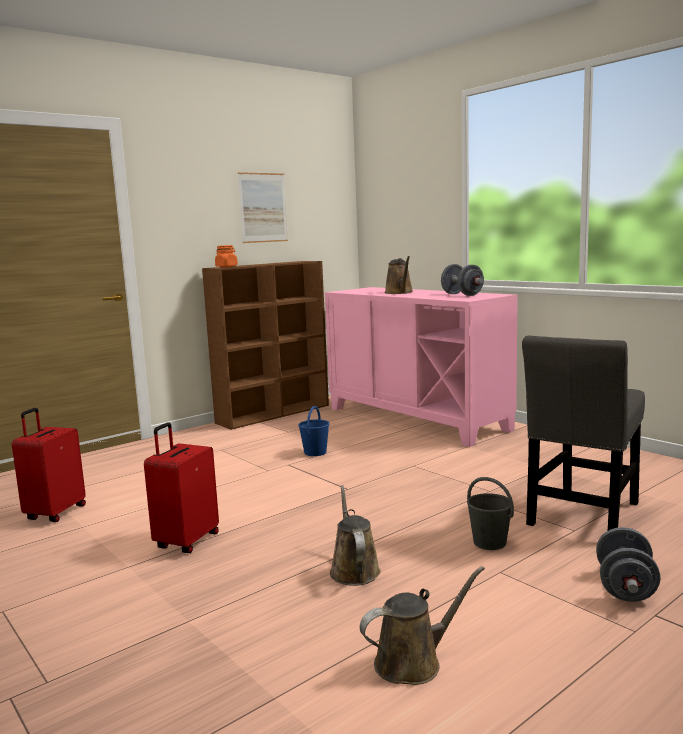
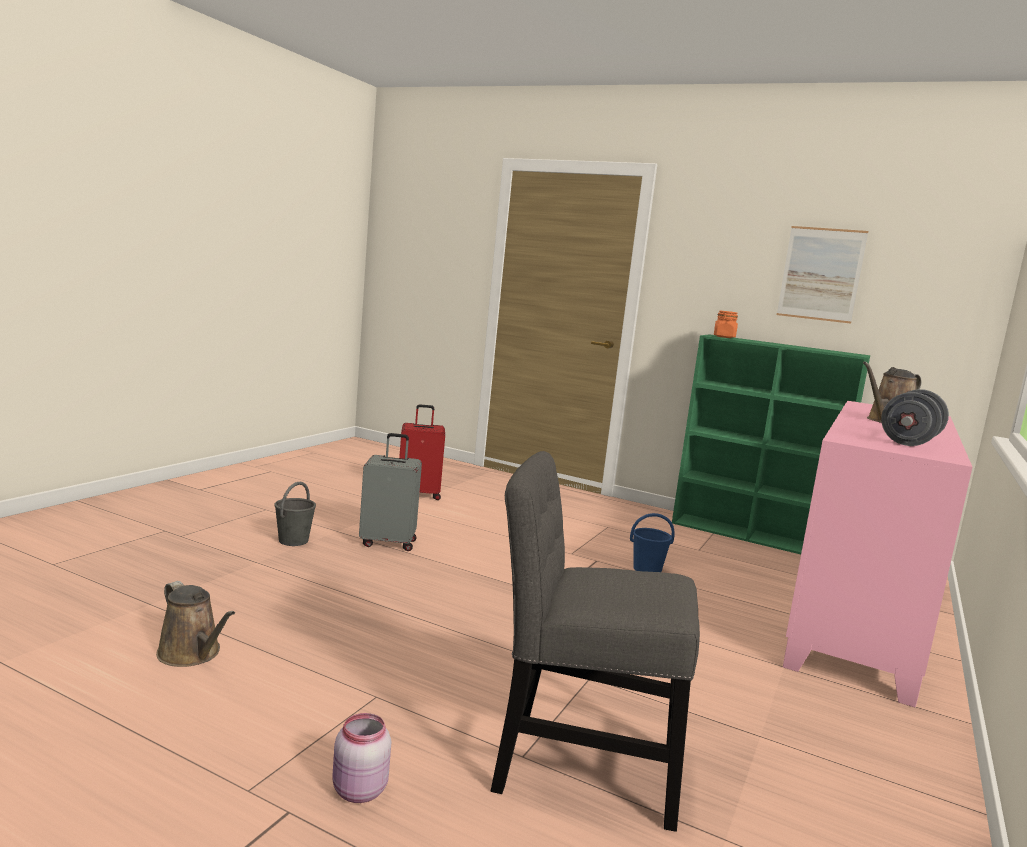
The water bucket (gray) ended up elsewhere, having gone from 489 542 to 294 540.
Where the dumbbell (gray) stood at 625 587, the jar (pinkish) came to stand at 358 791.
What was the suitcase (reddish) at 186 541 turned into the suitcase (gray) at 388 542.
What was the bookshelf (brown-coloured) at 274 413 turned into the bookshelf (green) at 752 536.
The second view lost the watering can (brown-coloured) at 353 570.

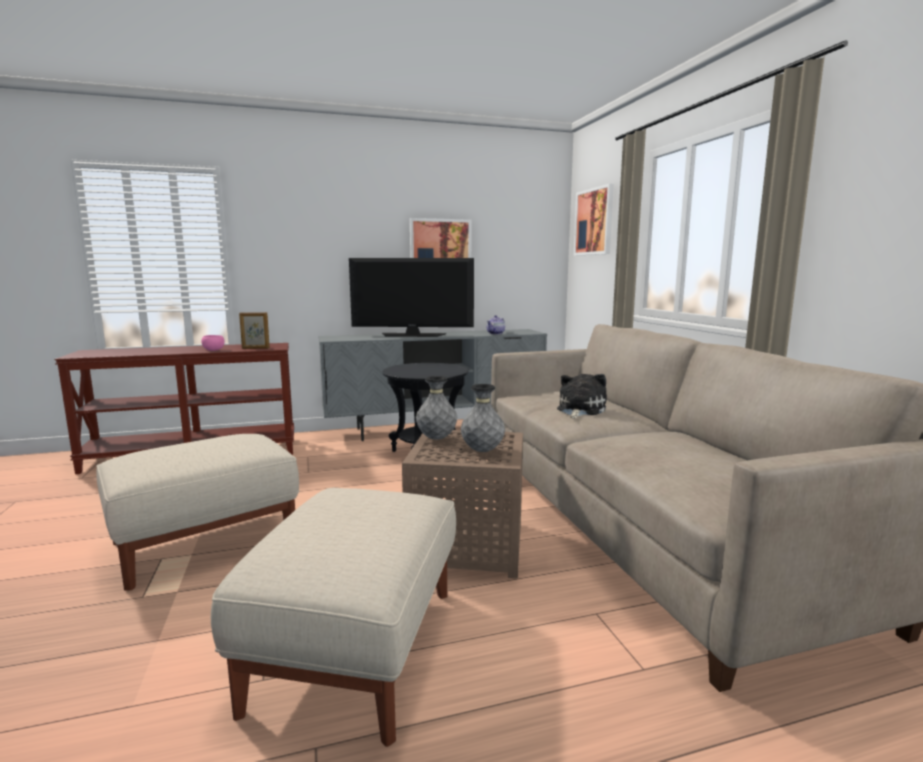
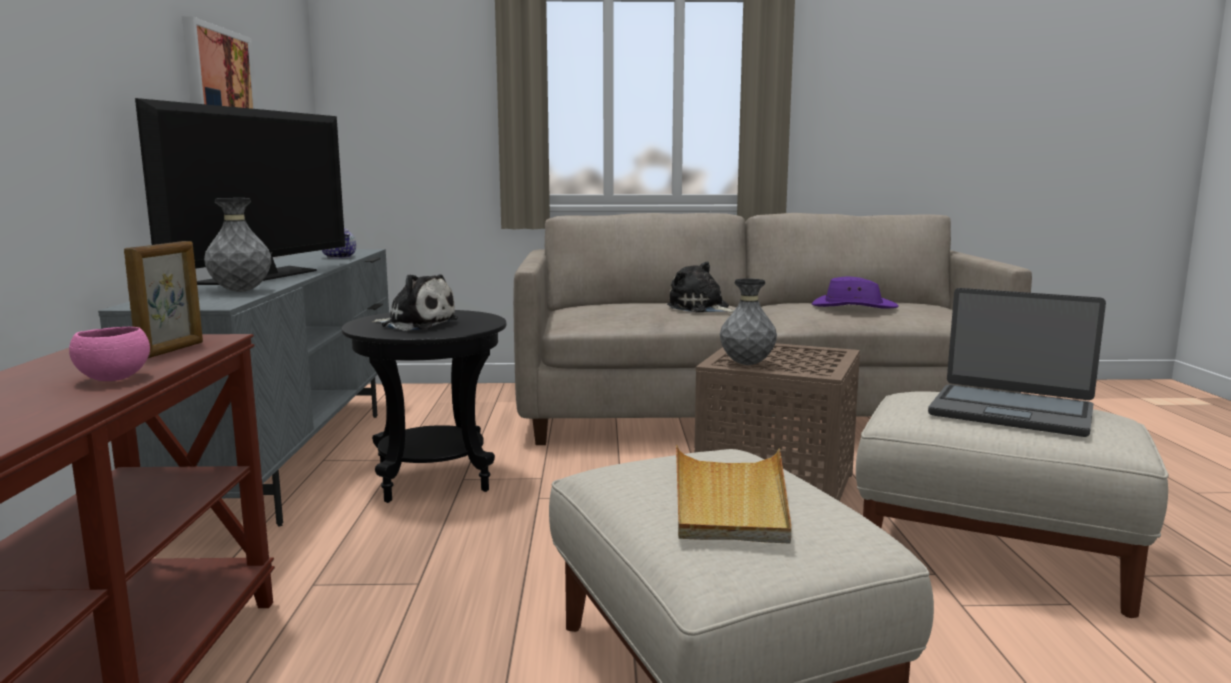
The flower vase (gray) ended up elsewhere, having gone from 482 451 to 241 291.
The second view gained the cuddly toy at 416 324.
The second view gained the carrying tray (sand-coloured) at 730 499.
The second view gained the clothing hat (purplish) at 853 307.
The second view gained the notebook computer at 1011 412.
The second view lost the wall art at 594 222.

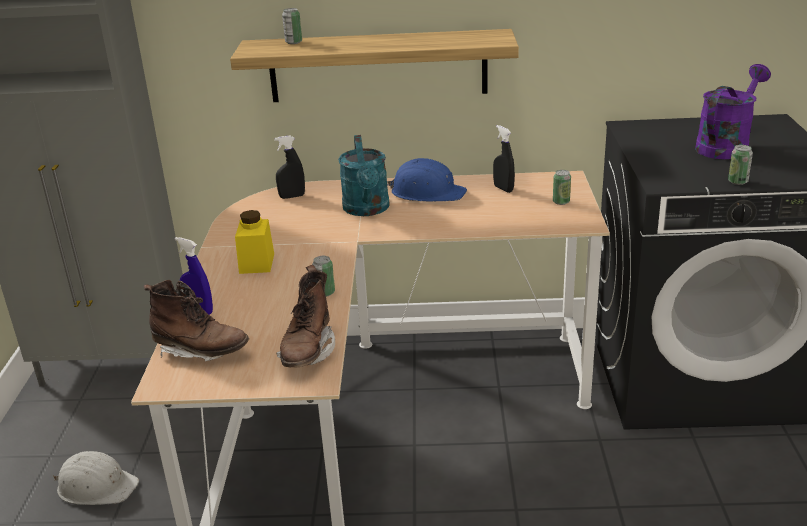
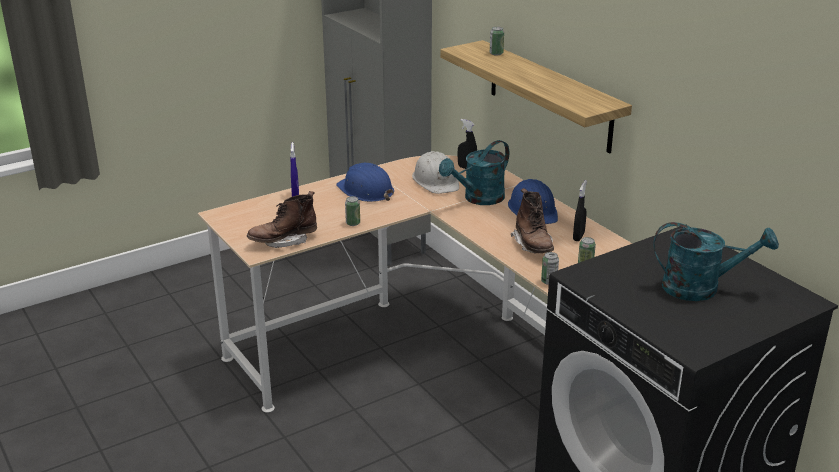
Where the jar (yellowish) stood at 257 263, the hard hat (blue-coloured) came to stand at 366 190.
The hard hat (white) ended up elsewhere, having gone from 96 486 to 436 181.
The tall boot (brown-coloured) ended up elsewhere, having gone from 201 351 to 533 246.
The metal can ended up elsewhere, having gone from 737 182 to 549 281.
What was the watering can (purplish) at 726 145 turned into the watering can (turquoise-coloured) at 701 288.

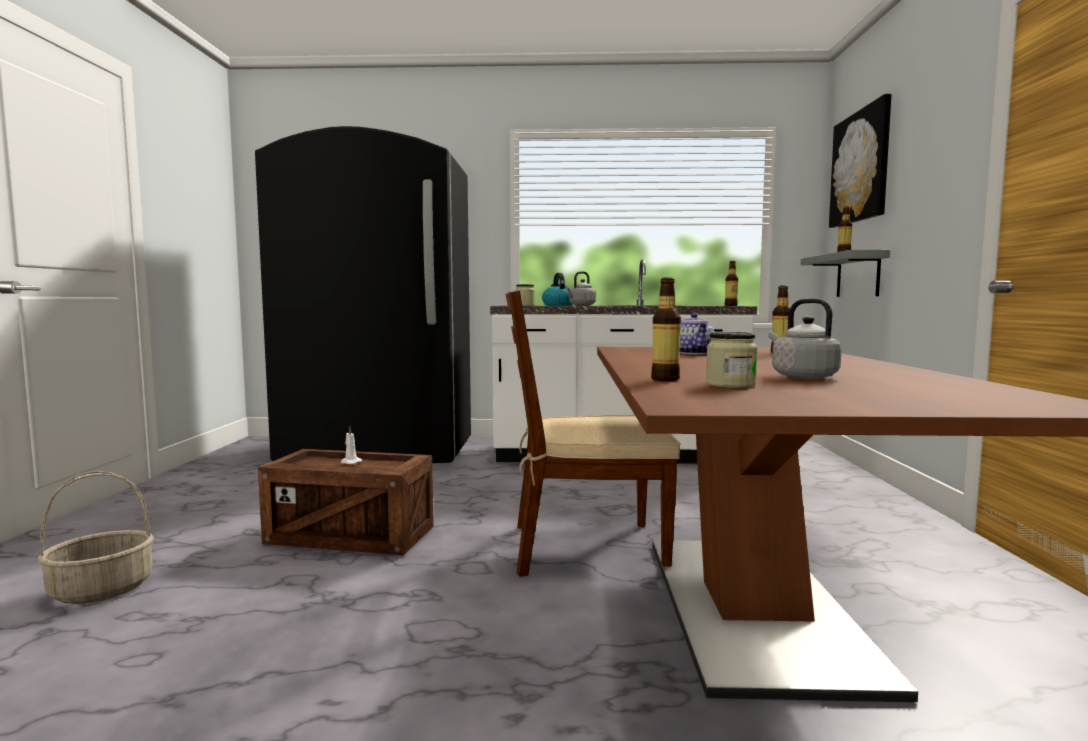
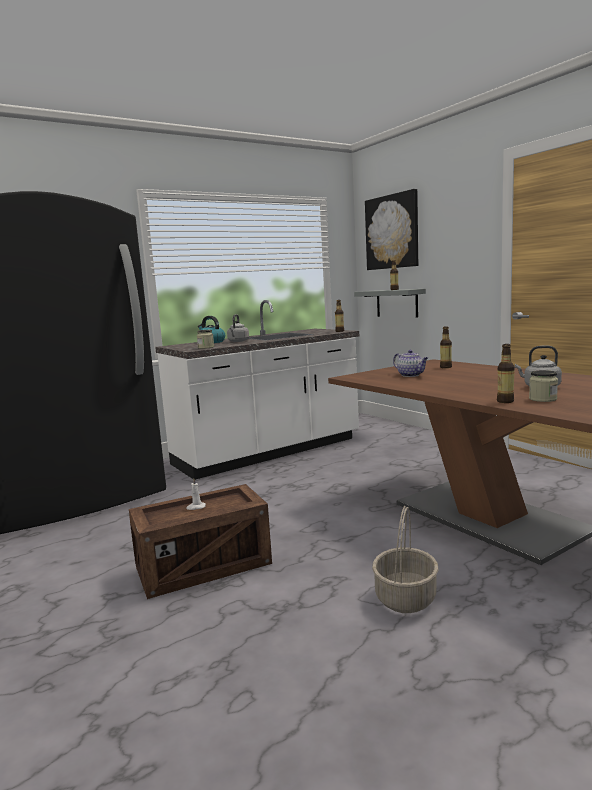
The basket ended up elsewhere, having gone from 102 589 to 405 597.
The second view lost the plain chair (brown-coloured) at 585 547.

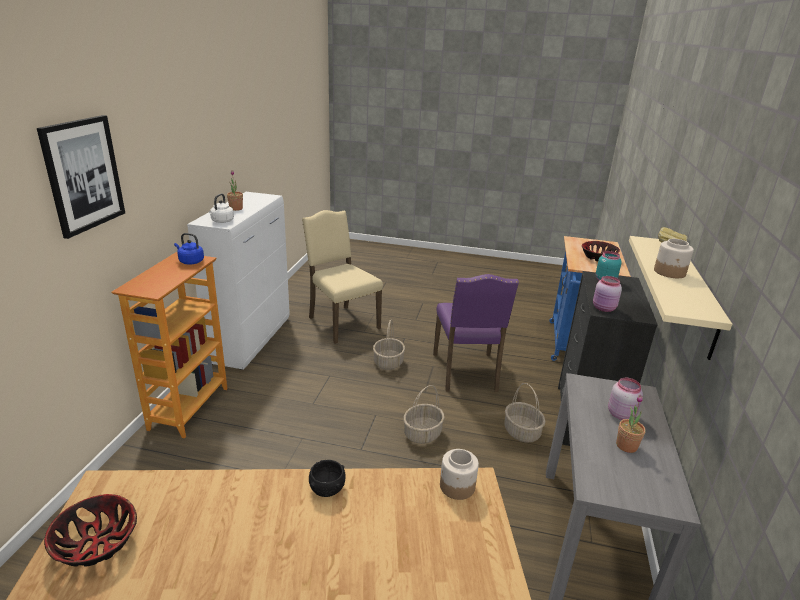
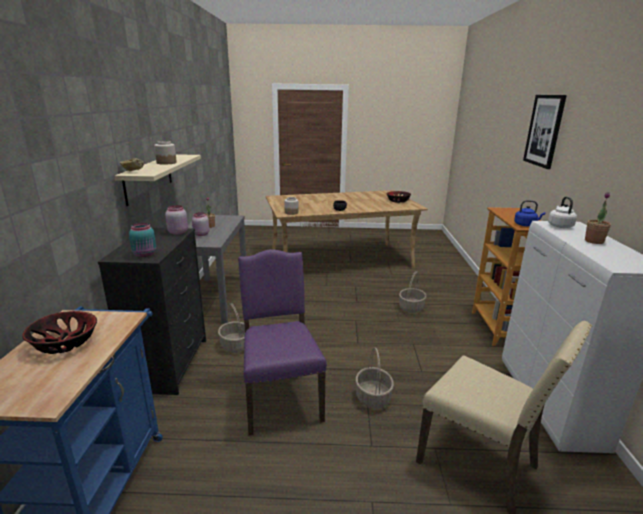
The basket ended up elsewhere, having gone from 422 434 to 411 307.

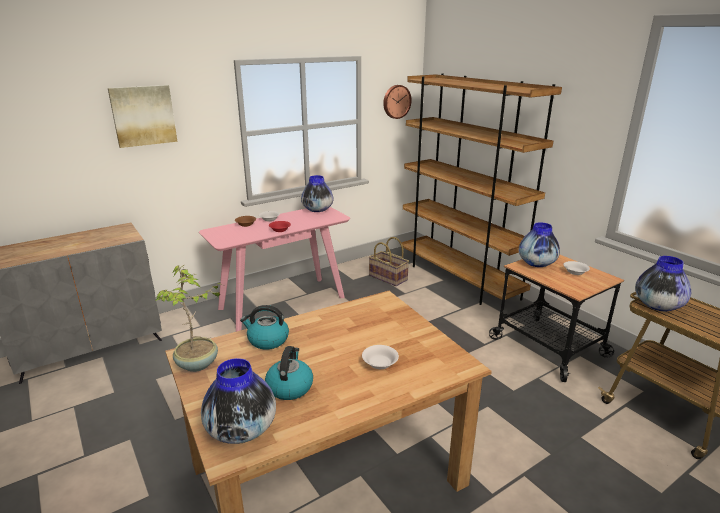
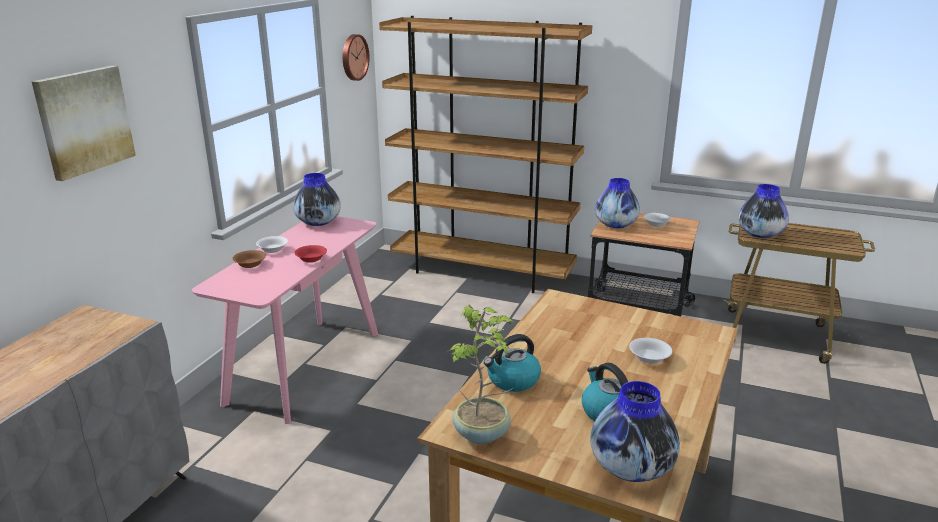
The second view lost the basket at 388 277.

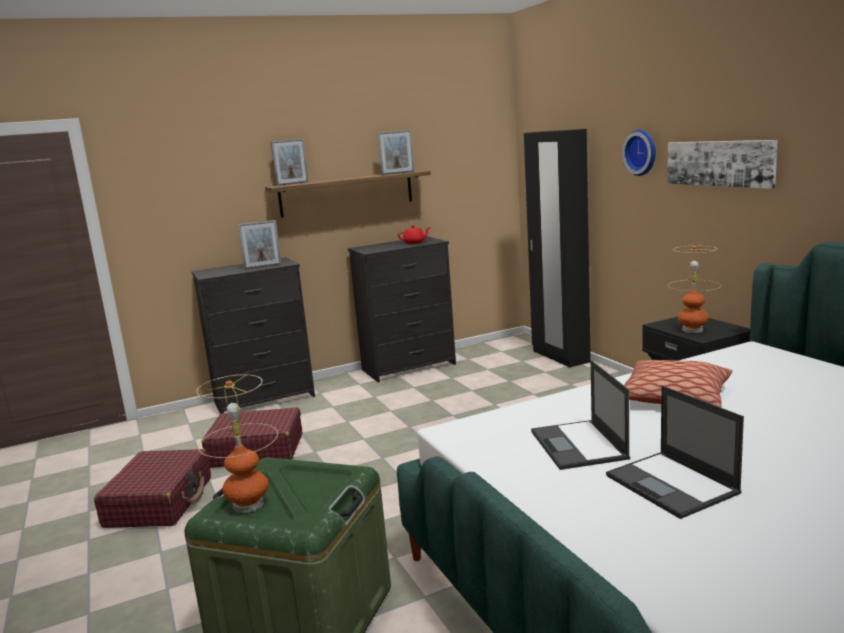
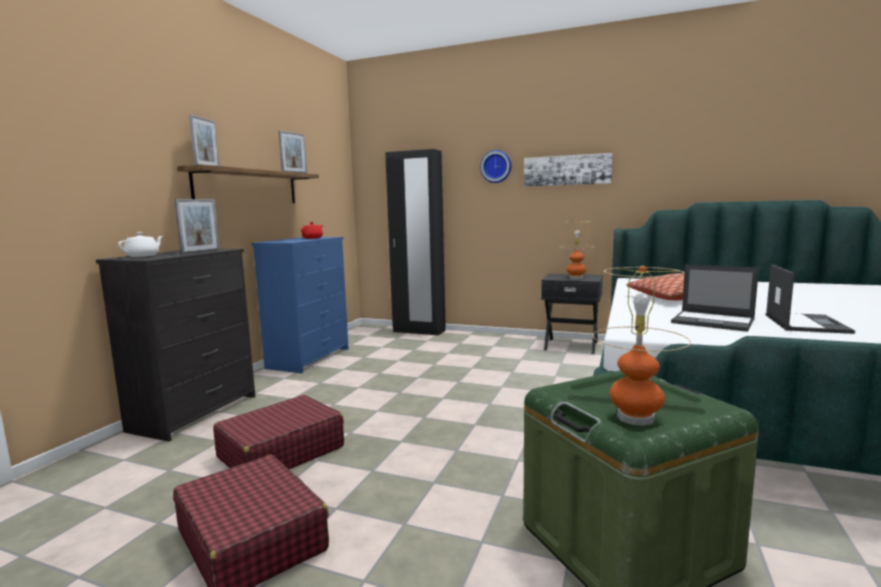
The second view gained the pot for tea (white) at 143 256.
What was the chest of drawers (black) at 409 367 turned into the chest of drawers (blue-coloured) at 310 358.
The notebook computer at 672 485 ended up facing another way, 90 degrees counterclockwise from before.

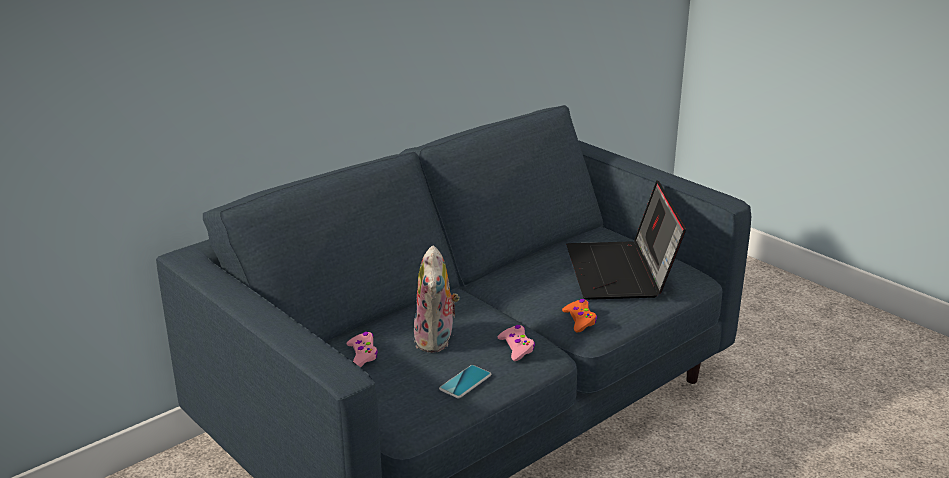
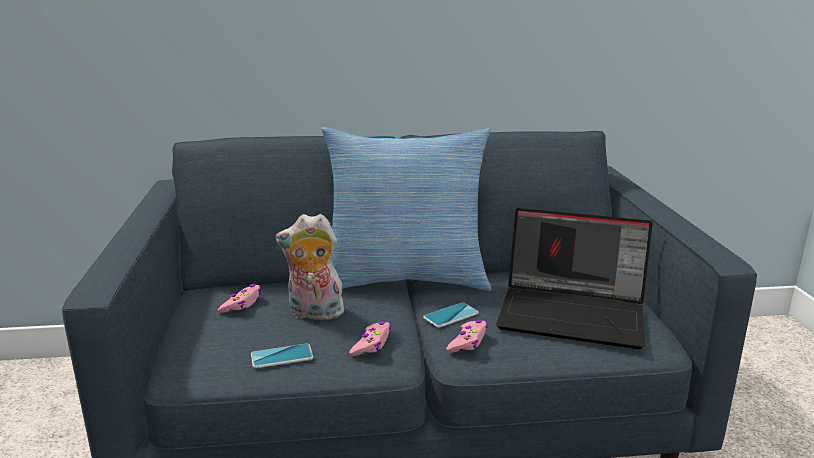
The cuddly toy at 436 341 ended up facing another way, 60 degrees clockwise from before.
The second view gained the cushion at 406 278.
The second view gained the phone at 451 316.
What was the joypad (orangey) at 580 320 turned into the joypad (pinkish) at 468 342.
The notebook computer at 621 272 ended up facing another way, 105 degrees counterclockwise from before.

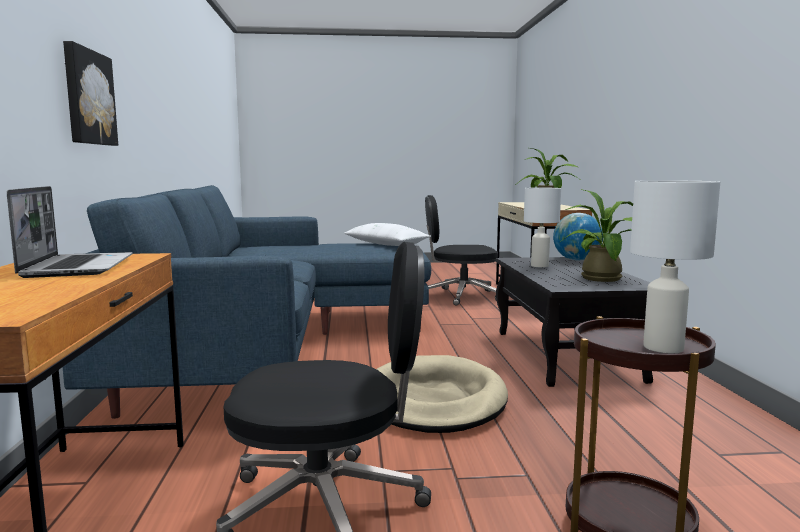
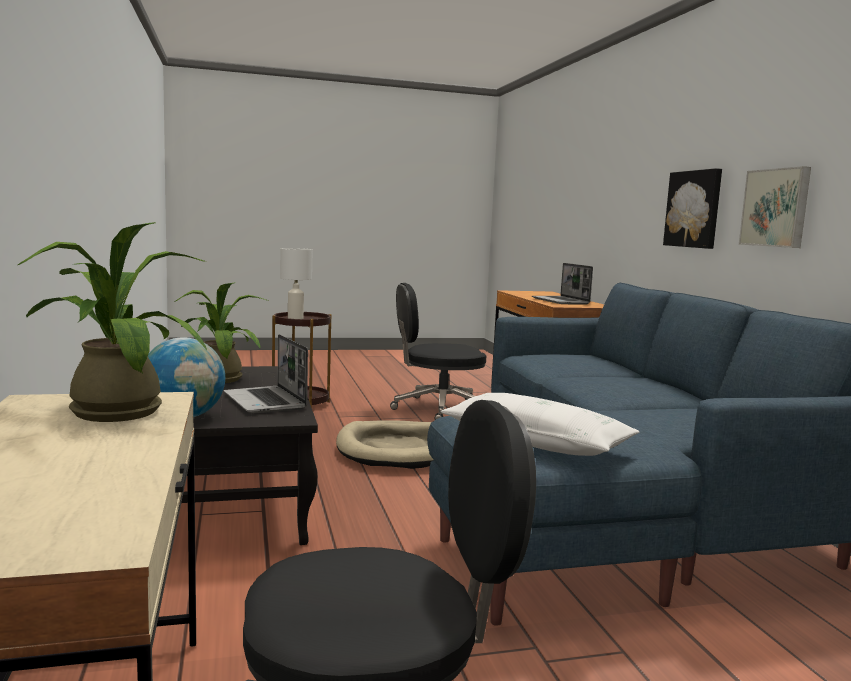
Where the tabletop lamp (white) stood at 539 266, the notebook computer came to stand at 266 401.
The second view gained the wall art at 776 208.

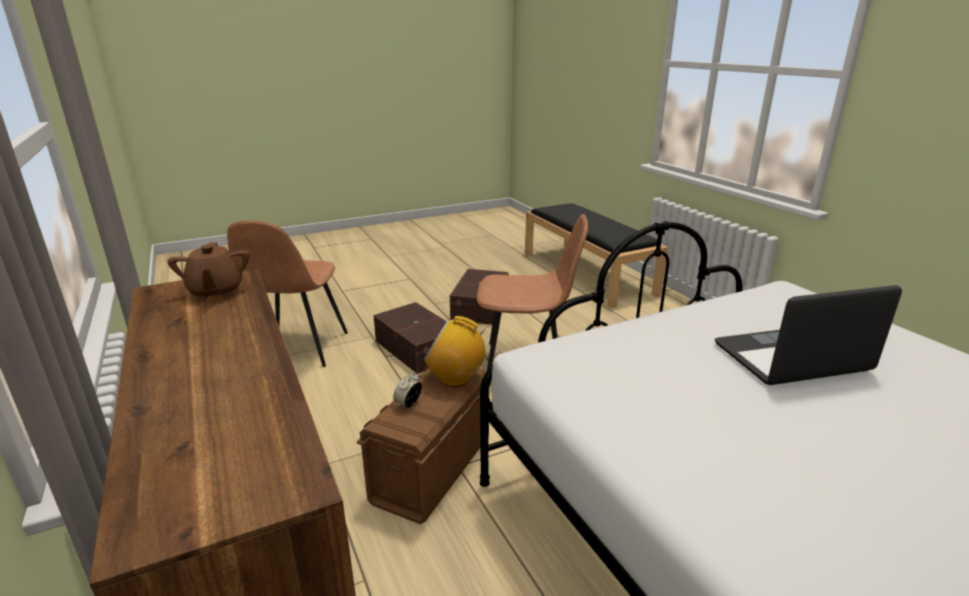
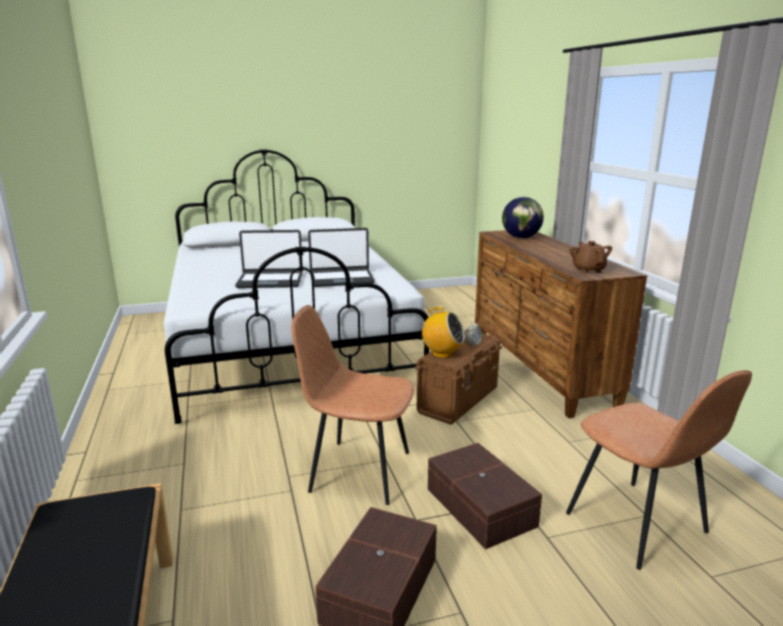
The second view gained the notebook computer at 341 279.
The second view gained the world globe at 521 237.
The plain chair (brown-coloured) at 298 348 ended up facing another way, 135 degrees clockwise from before.

